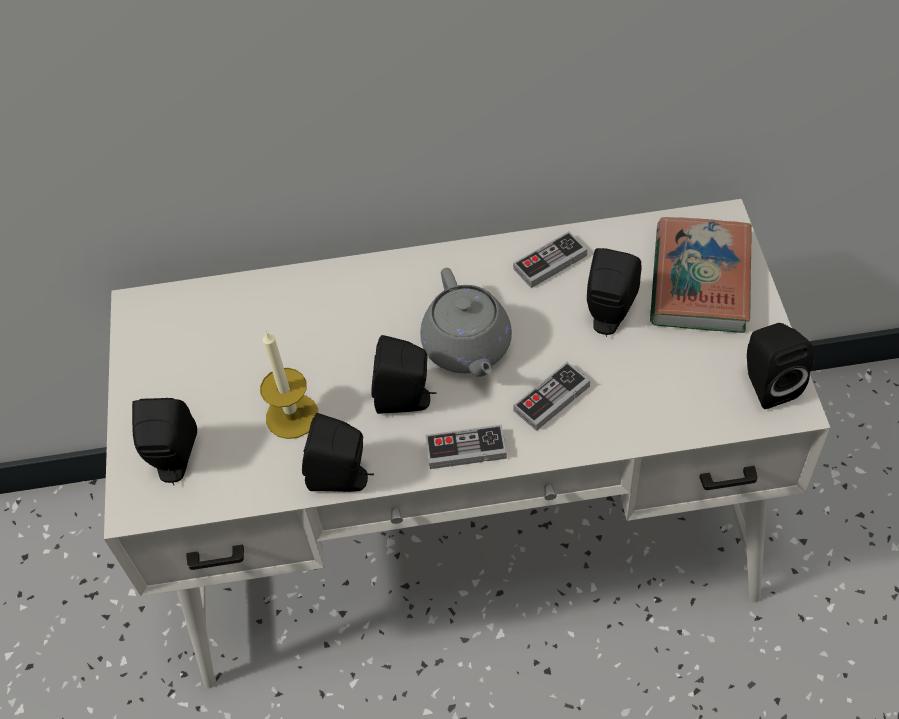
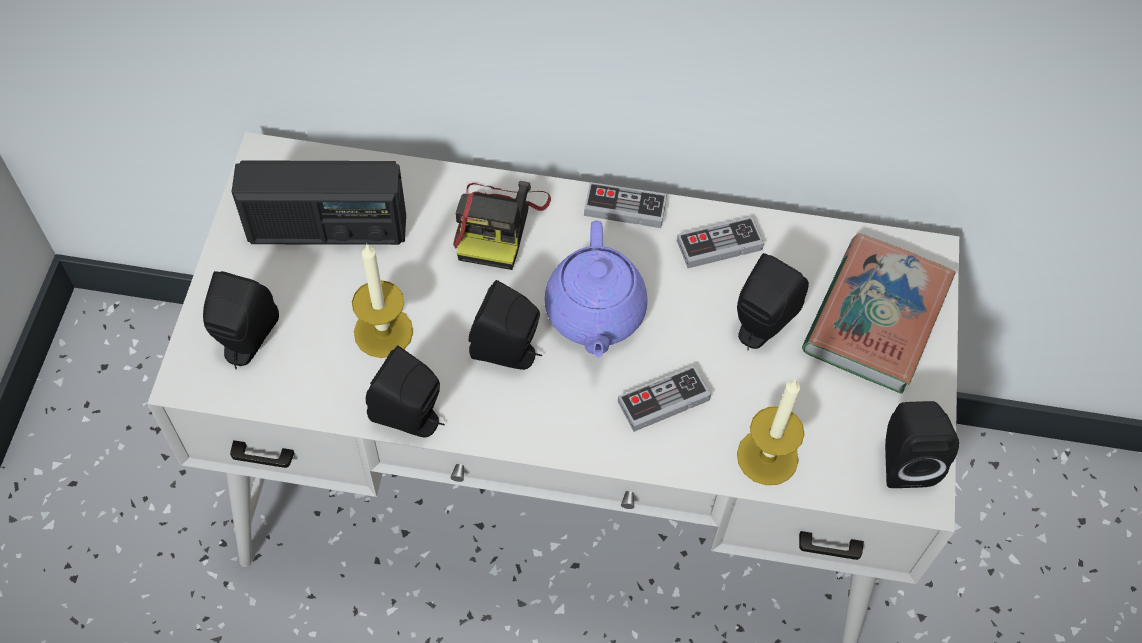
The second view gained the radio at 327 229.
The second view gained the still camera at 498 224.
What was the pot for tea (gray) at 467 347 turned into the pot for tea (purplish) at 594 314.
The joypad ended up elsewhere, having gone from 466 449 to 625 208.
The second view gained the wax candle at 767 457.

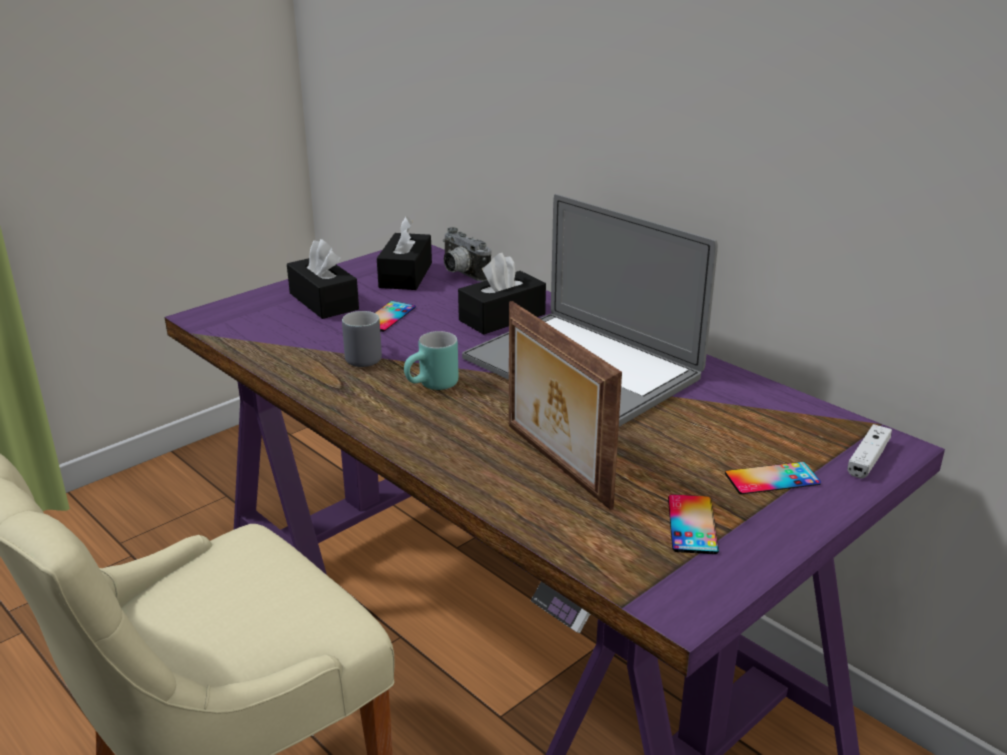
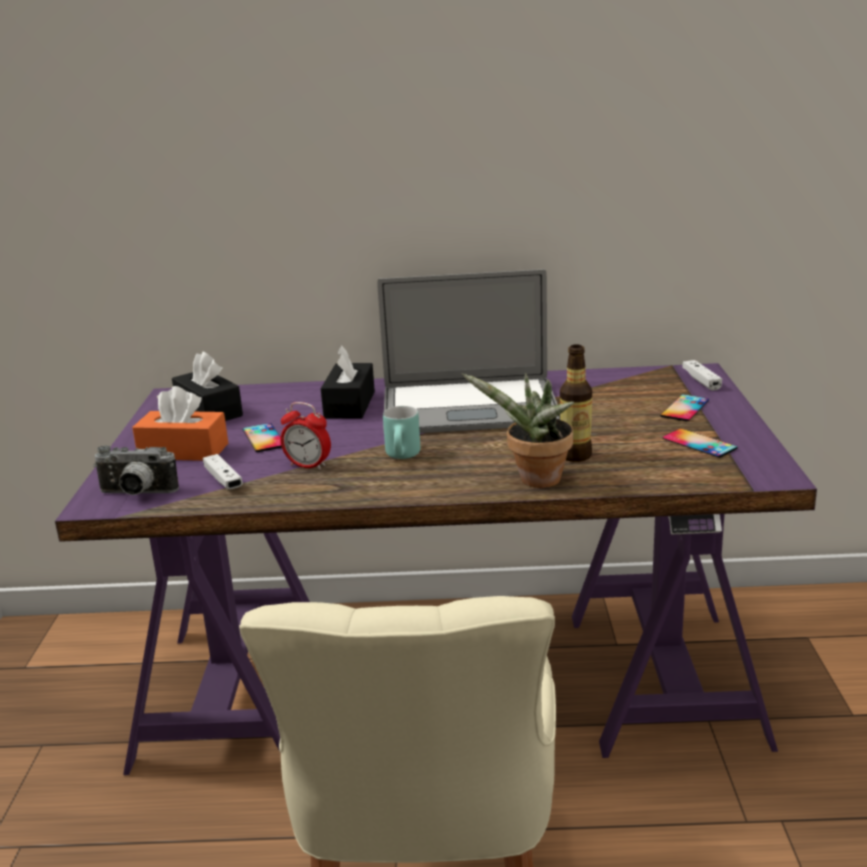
The still camera ended up elsewhere, having gone from 460 274 to 136 494.
What was the box of tissues (black) at 323 301 turned into the box of tissues (orangey) at 183 451.
The second view gained the joypad (white) at 223 480.
Where the mug (gray) stood at 361 356, the alarm clock came to stand at 308 466.
The second view gained the potted plant at 535 481.
Where the picture frame stood at 554 465, the drink bottle came to stand at 575 456.

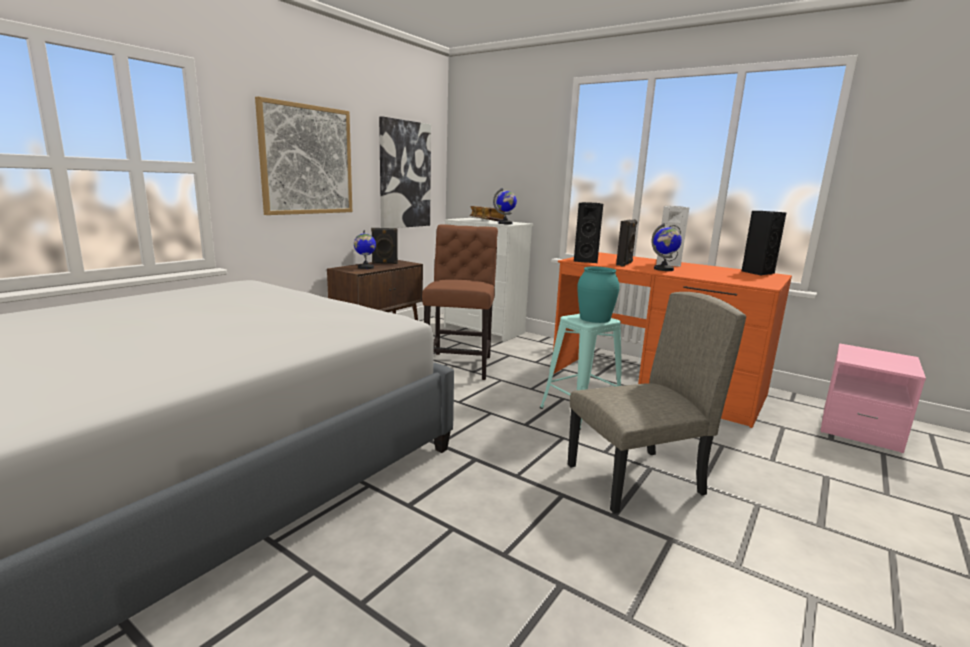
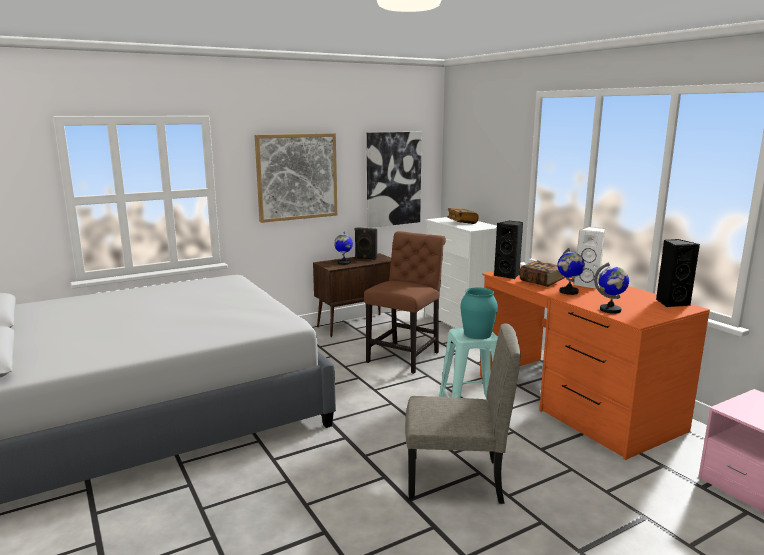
Where the speaker (black) stood at 625 264, the volume came to stand at 541 282.
The world globe ended up elsewhere, having gone from 505 223 to 610 310.

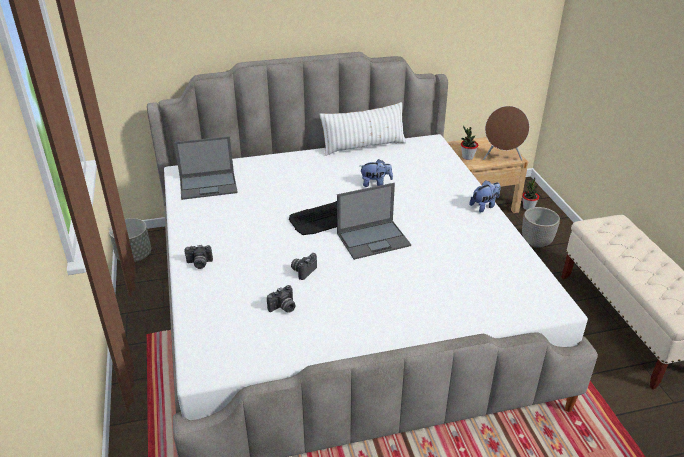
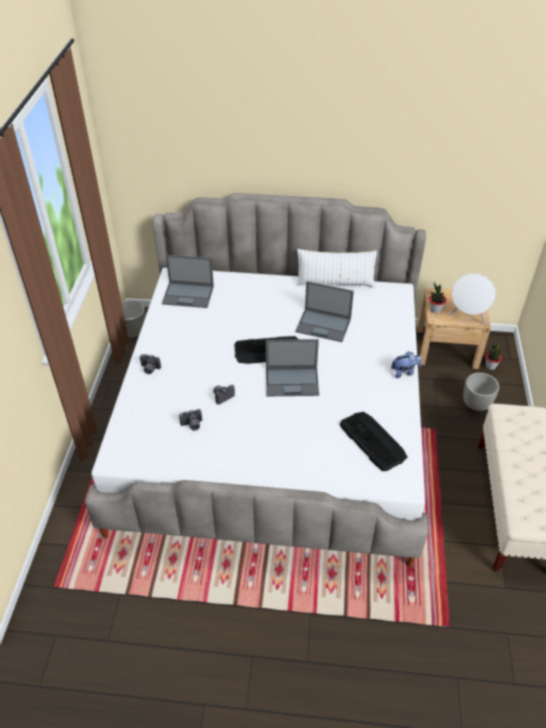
Where the cuddly toy stood at 375 183, the notebook computer came to stand at 324 325.
The second view gained the keyboard at 372 440.
What was the speaker (brown-coloured) at 502 158 turned into the speaker (white) at 467 318.

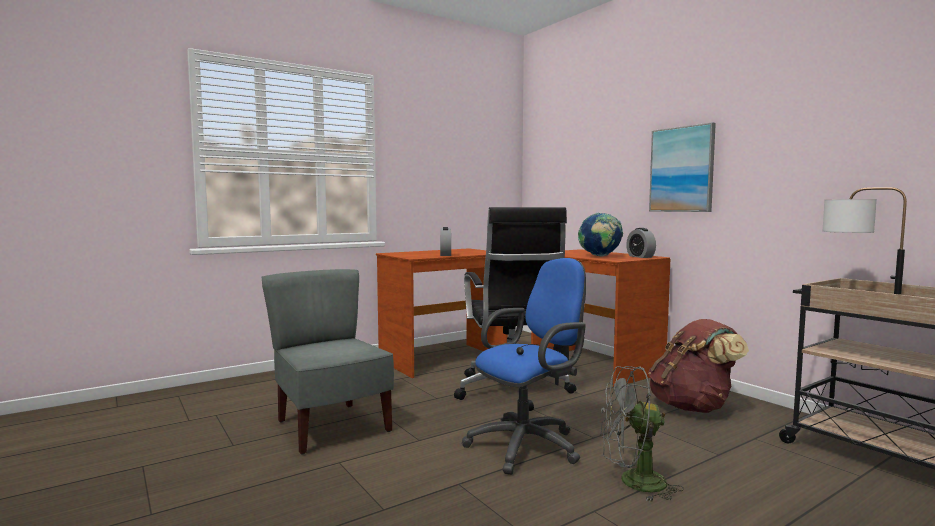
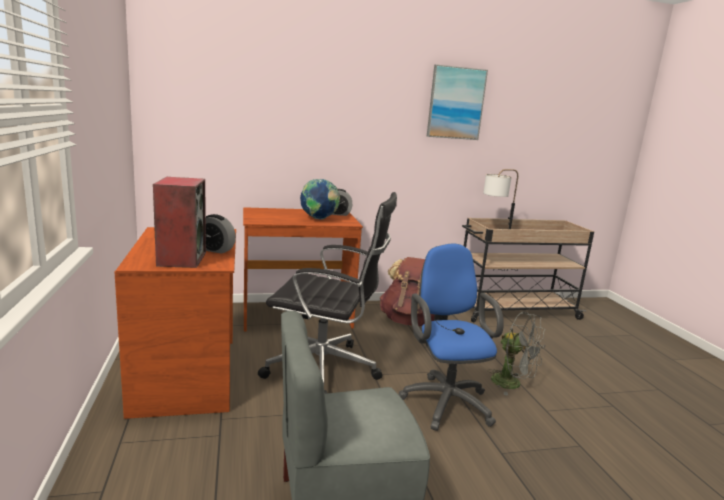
The second view gained the speaker at 181 259.
The wall art ended up elsewhere, having gone from 682 169 to 456 103.
The fan (gray) at 633 483 ended up facing another way, 75 degrees counterclockwise from before.

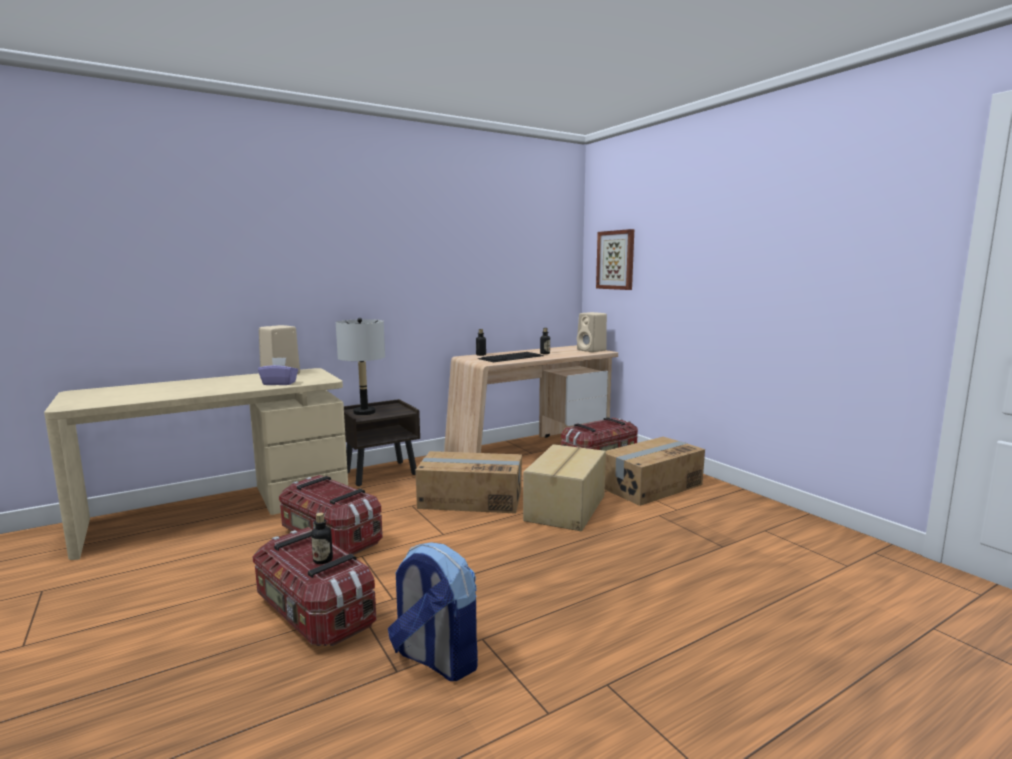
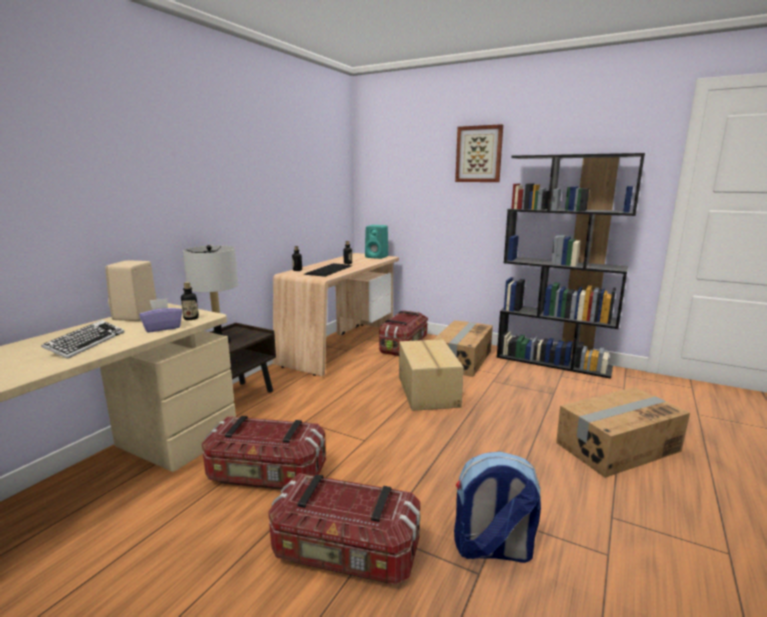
The second view gained the keyboard at 86 343.
The drink bottle ended up elsewhere, having gone from 323 560 to 191 318.
What was the speaker (sand-coloured) at 592 350 turned into the speaker (turquoise-coloured) at 377 257.
The wall art ended up elsewhere, having gone from 616 260 to 479 154.
The second view gained the bookshelf (black) at 553 362.
The cardboard box ended up elsewhere, having gone from 471 499 to 616 446.

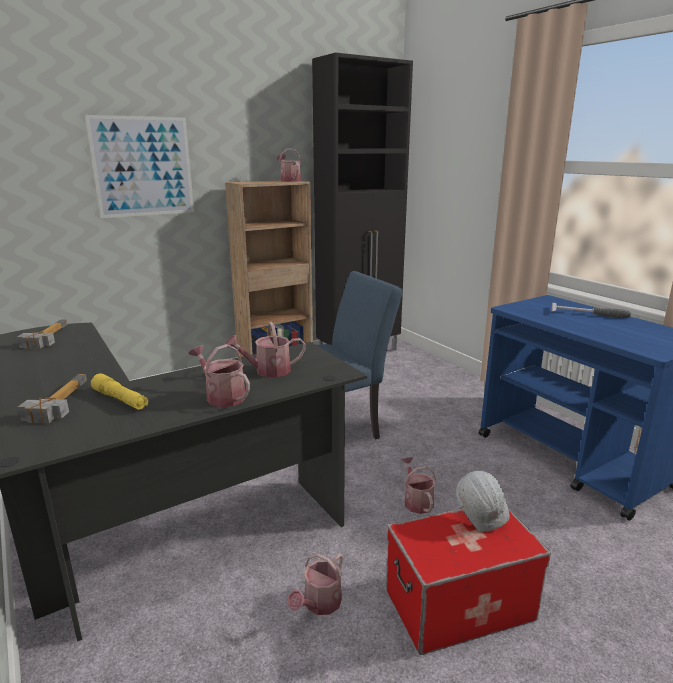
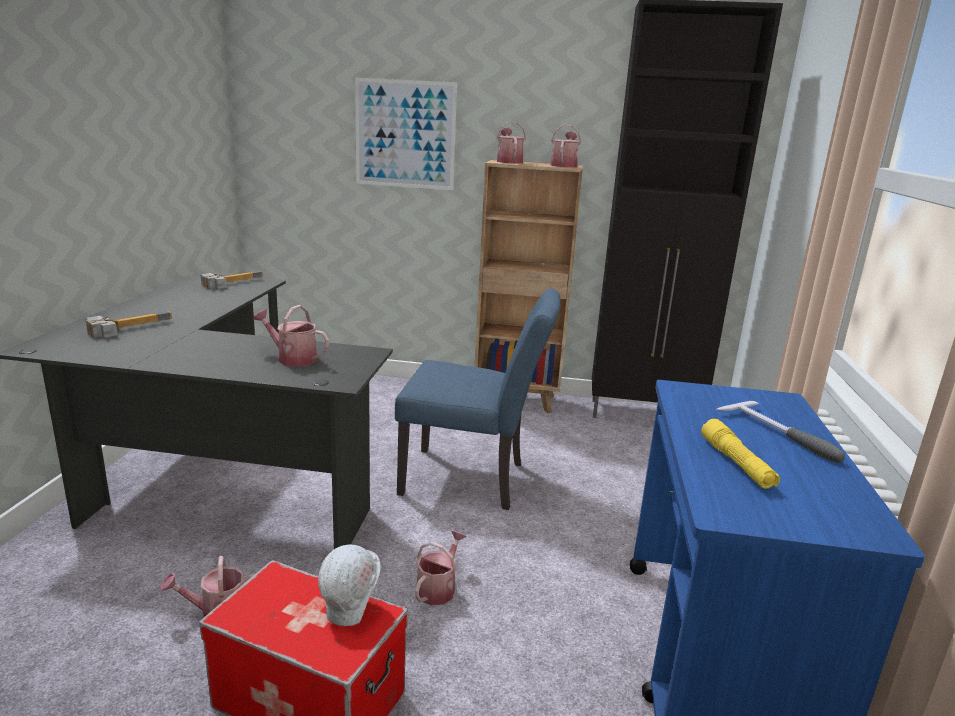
The watering can ended up elsewhere, having gone from 222 396 to 509 161.
The torch (yellowish) ended up elsewhere, having gone from 120 400 to 736 464.

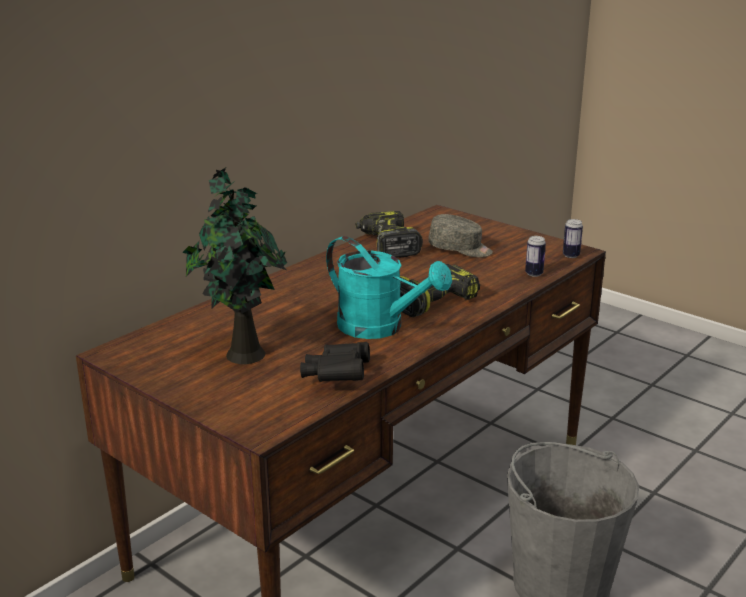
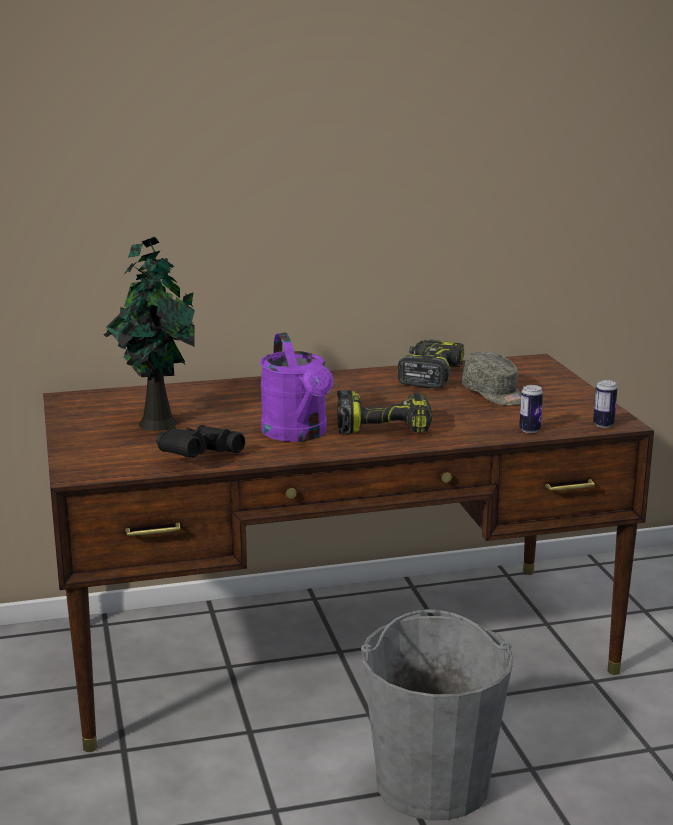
What was the watering can (turquoise-coloured) at 380 328 turned into the watering can (purplish) at 298 434.

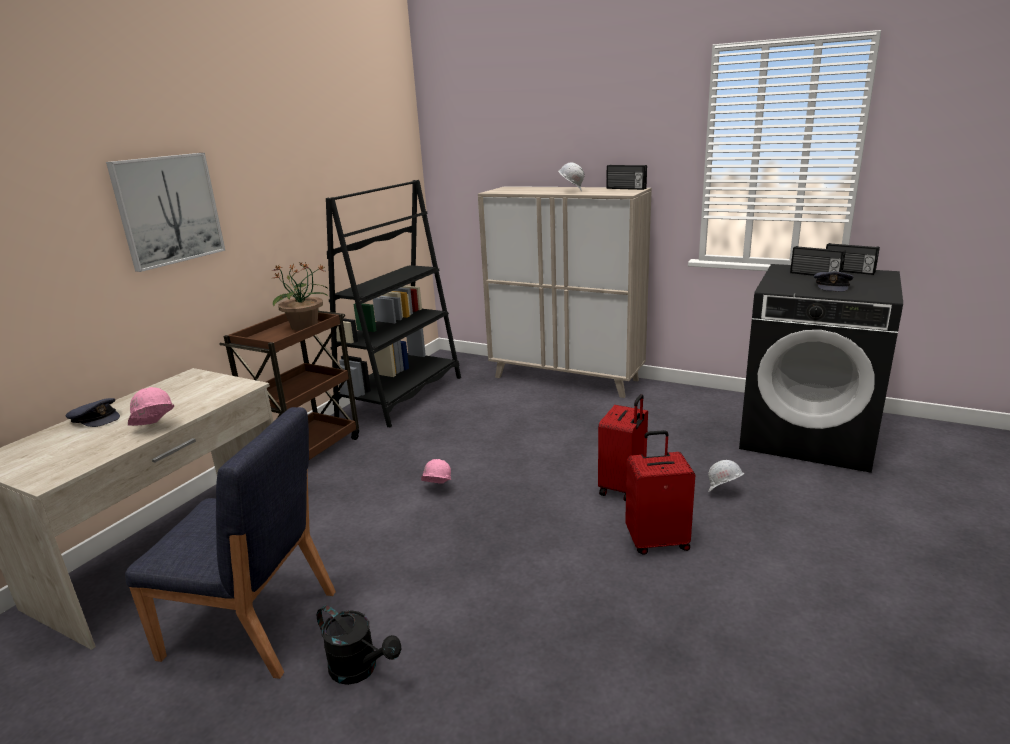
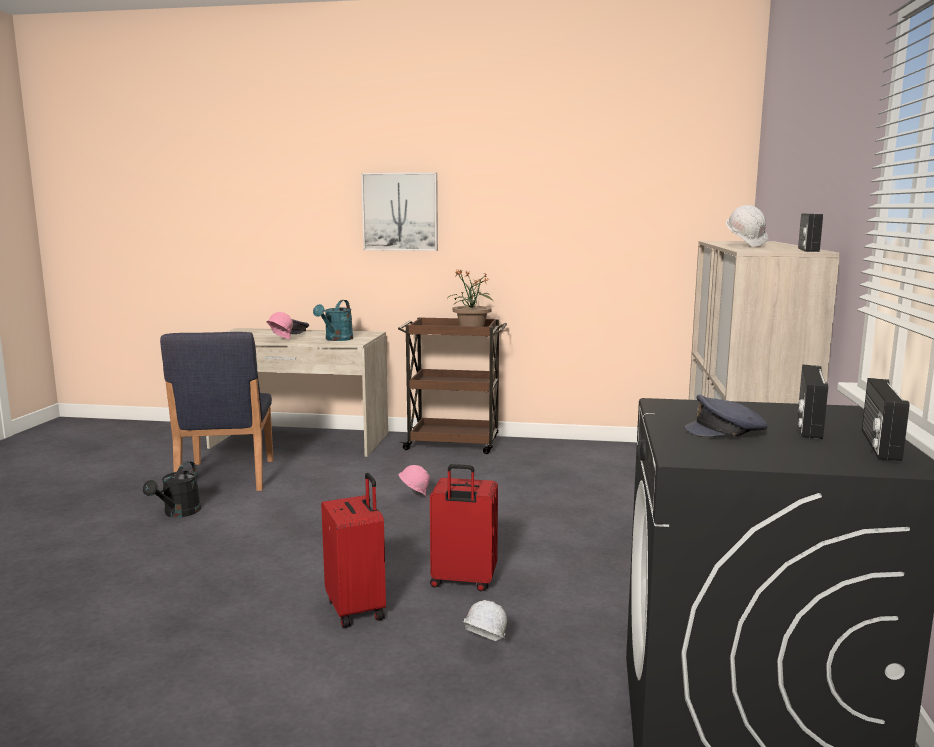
The second view gained the watering can (turquoise-coloured) at 336 339.
The second view lost the bookshelf (black) at 401 396.

